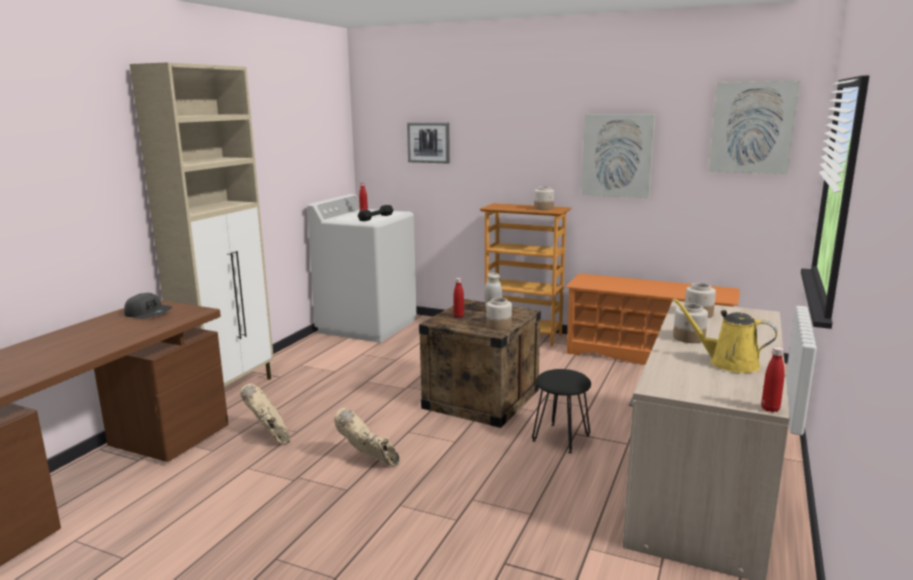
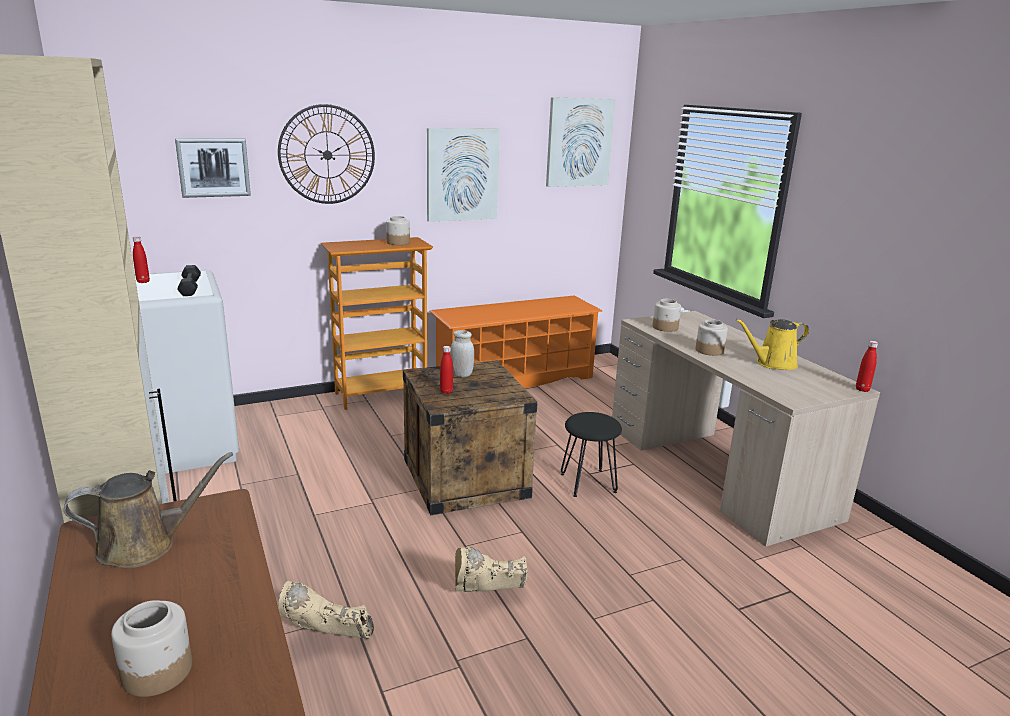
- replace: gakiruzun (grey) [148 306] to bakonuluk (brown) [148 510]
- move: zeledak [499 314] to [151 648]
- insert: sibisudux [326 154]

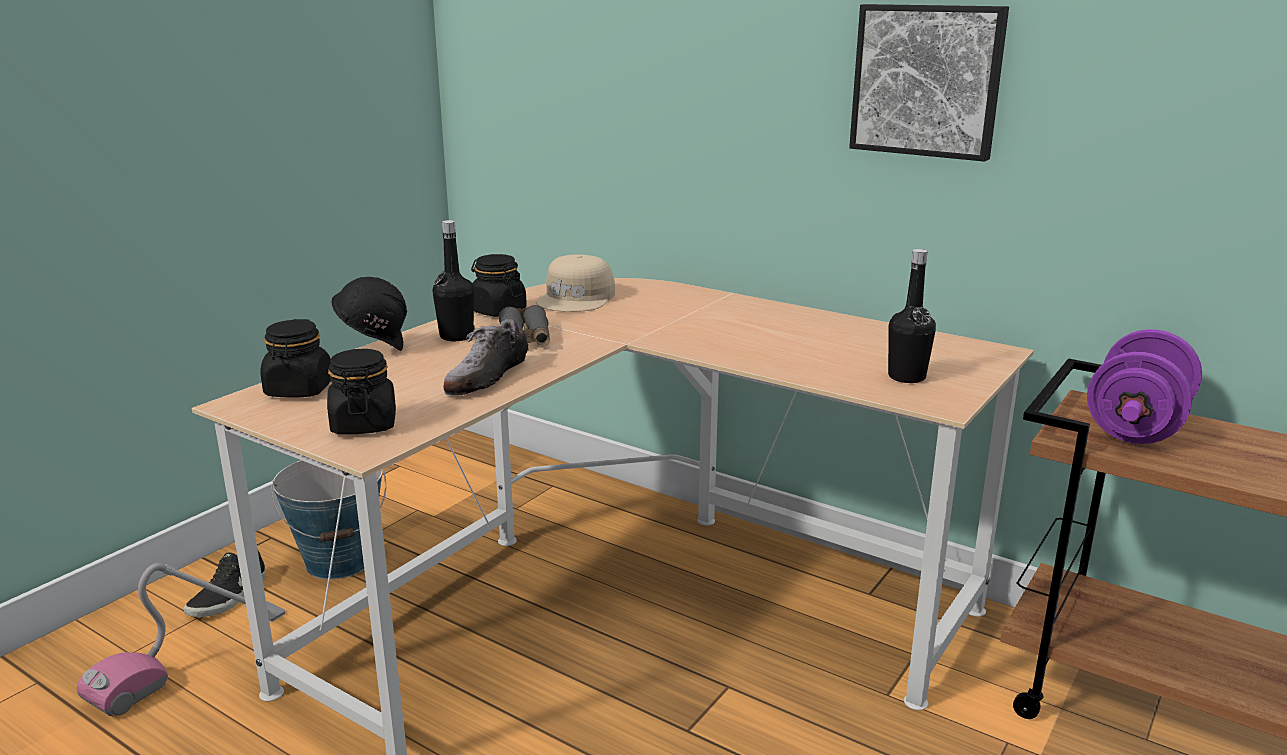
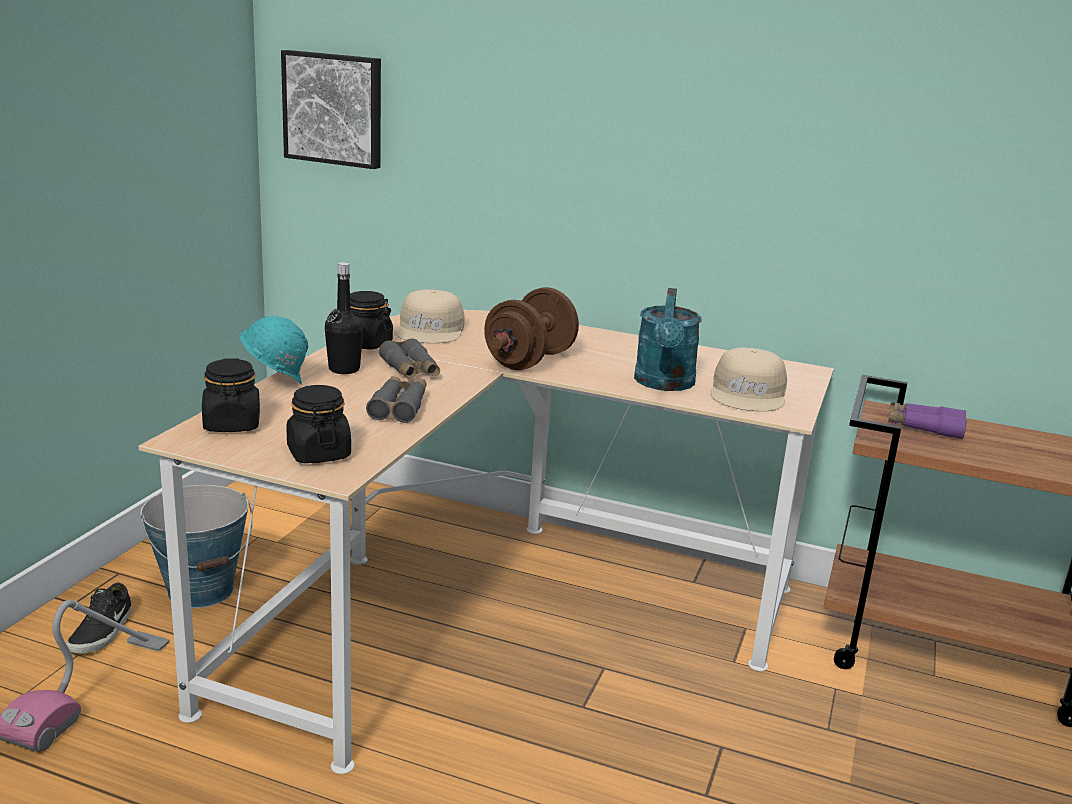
- recolor: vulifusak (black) [369 314] to vulifusak (turquoise) [273 350]
- move: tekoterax [929 83] to [331 109]
- replace: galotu [486 357] to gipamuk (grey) [396 399]
- insert: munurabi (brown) [531 328]
- insert: bakonuluk (turquoise) [668 339]
- replace: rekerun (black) [912 316] to gakiruzun (beige) [749 379]
- replace: munurabi (purple) [1144 386] to gipamuk (purple) [927 420]

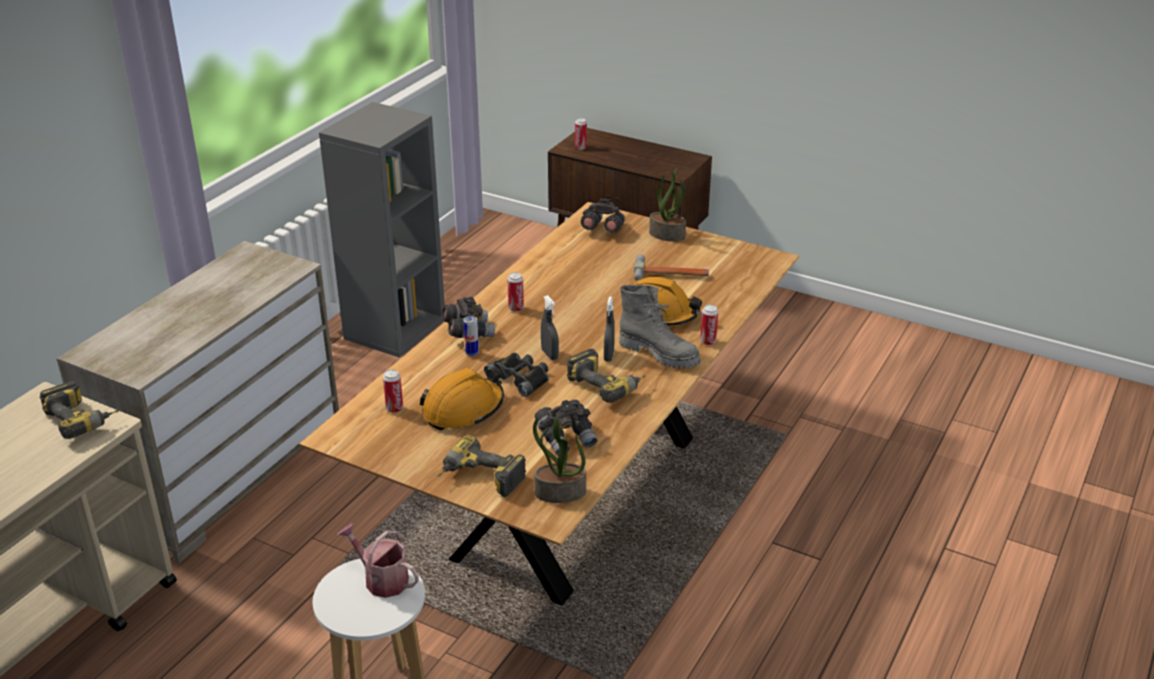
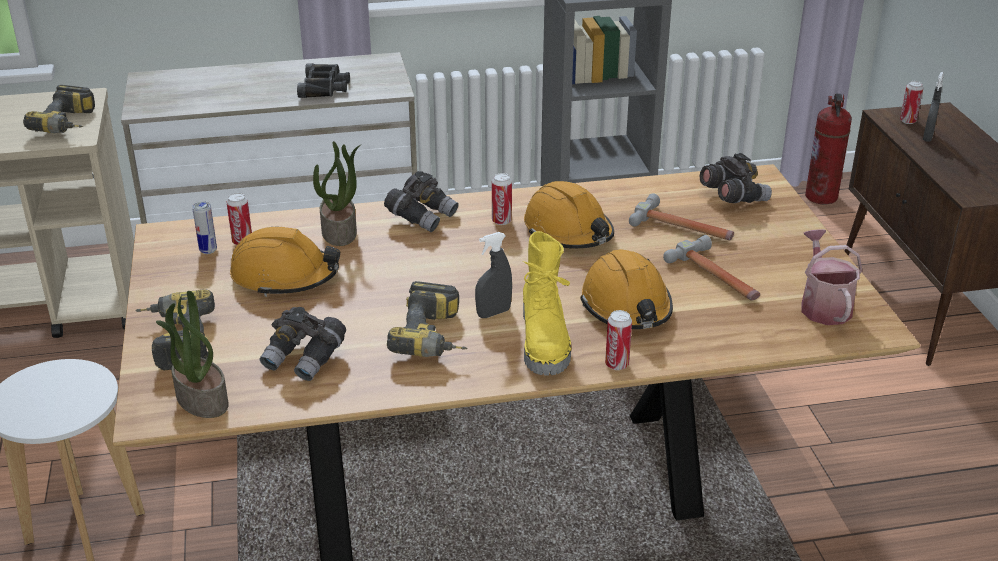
- move: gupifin [471 336] to [204 227]
- move: gipamuk (black) [516 374] to [323 80]
- move: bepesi [667 205] to [337 193]
- recolor: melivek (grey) [659 326] to melivek (yellow) [547 303]
- insert: vulifusak (orange) [569 215]
- insert: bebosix [681 216]
- move: bakonuluk [378 560] to [831 277]
- insert: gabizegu [828 148]
- move: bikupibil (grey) [550 327] to [933 107]

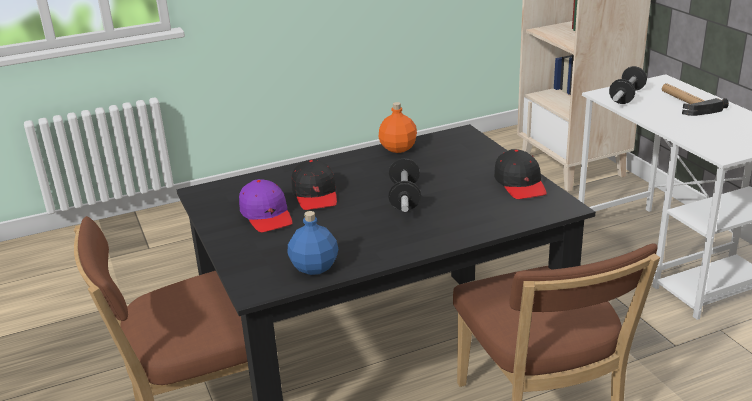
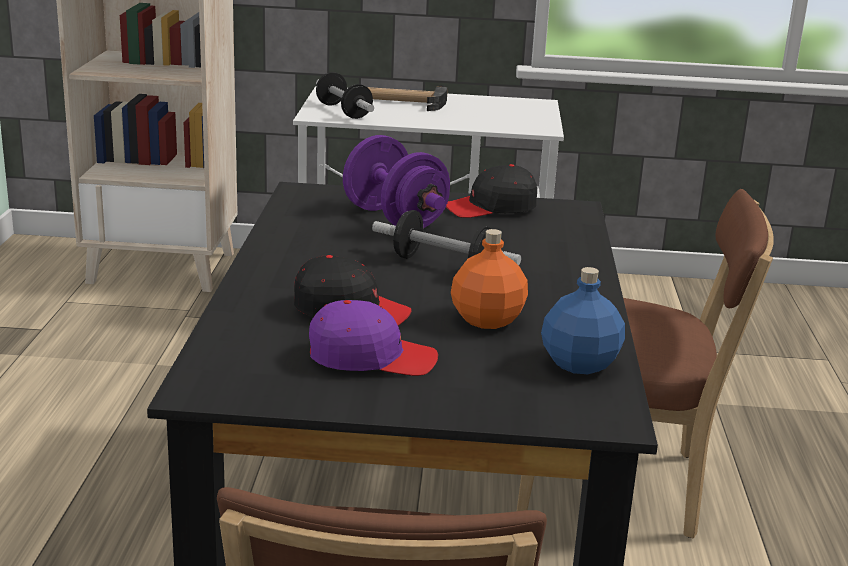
- insert: munurabi (purple) [396 181]
- rotate: gakiruzun (black) [520 174] = [491 191] 150 degrees clockwise
- move: rekerun (orange) [398 127] to [489 279]

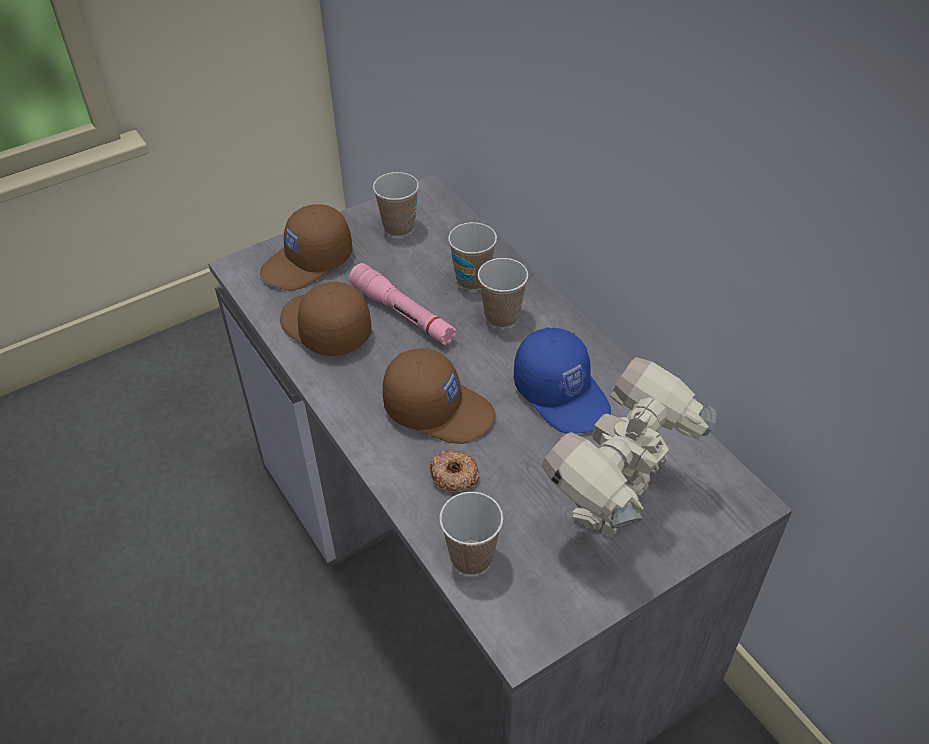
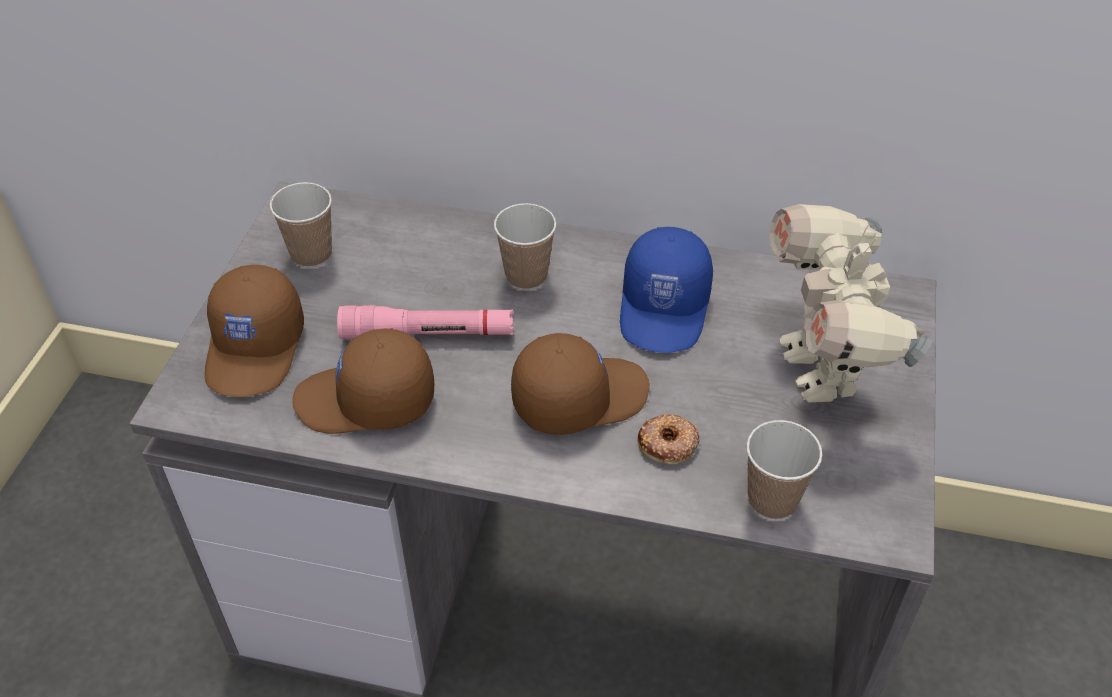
- rotate: gakiruzun (blue) [562 380] = [666 290] 90 degrees clockwise
- delete: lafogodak [472 256]

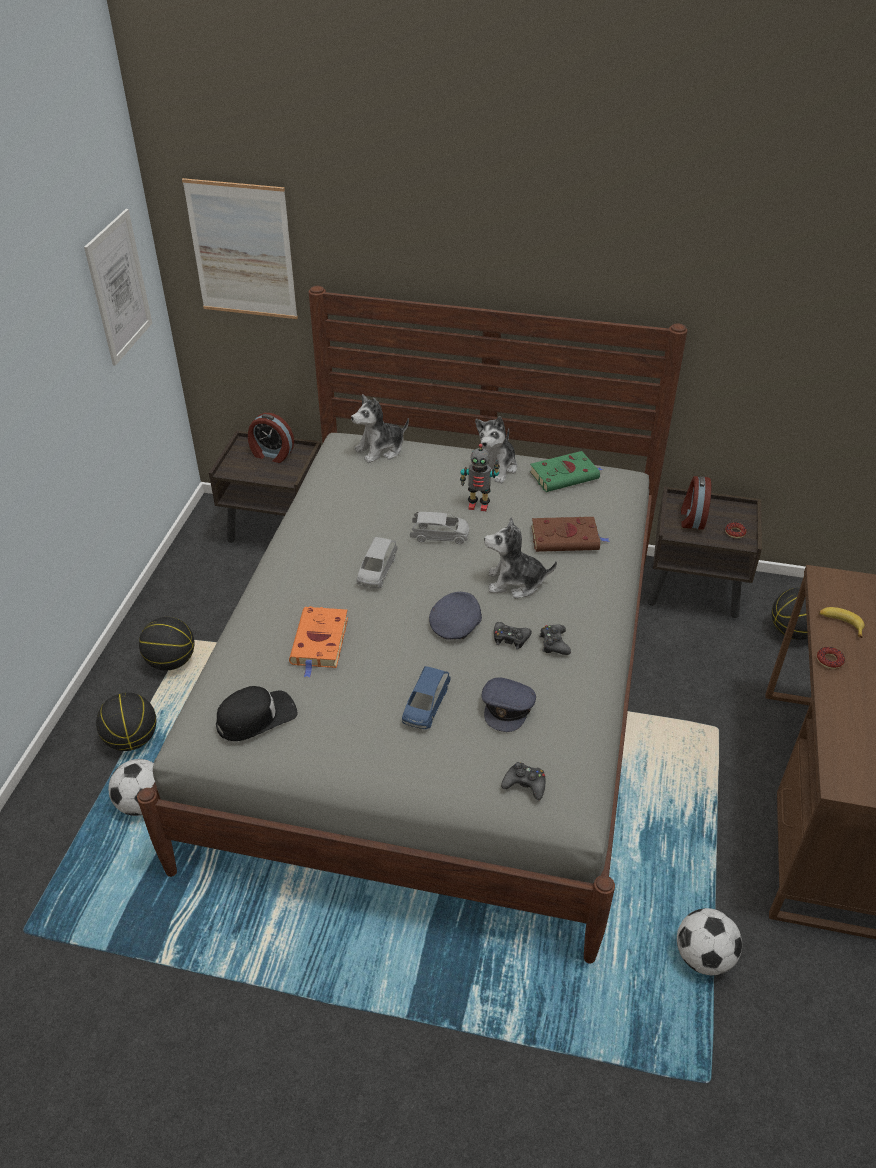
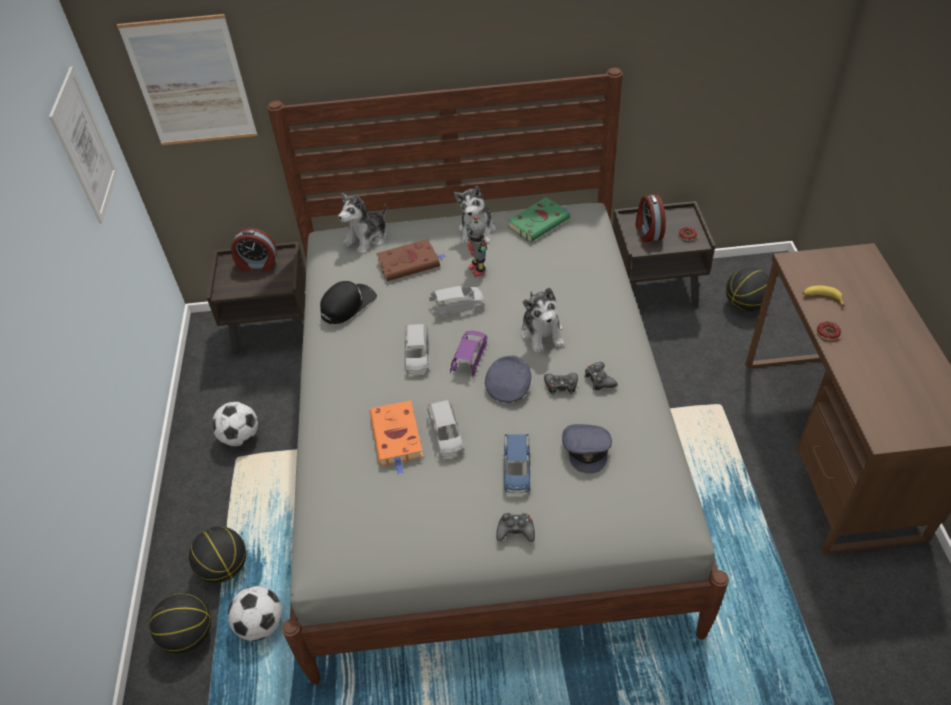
- move: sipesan [166 643] to [180 622]
- move: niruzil [709 941] to [235 424]
- move: gakiruzun (black) [256 713] to [348 302]
- move: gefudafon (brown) [570 534] to [411 260]
- insert: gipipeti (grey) [445 428]
- insert: gipipeti (purple) [468 354]
- rotate: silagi [480 477] = [476 246] 75 degrees clockwise
- move: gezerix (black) [523 781] to [515 527]
- rotate: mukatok [520 557] = [542 320] 90 degrees counterclockwise

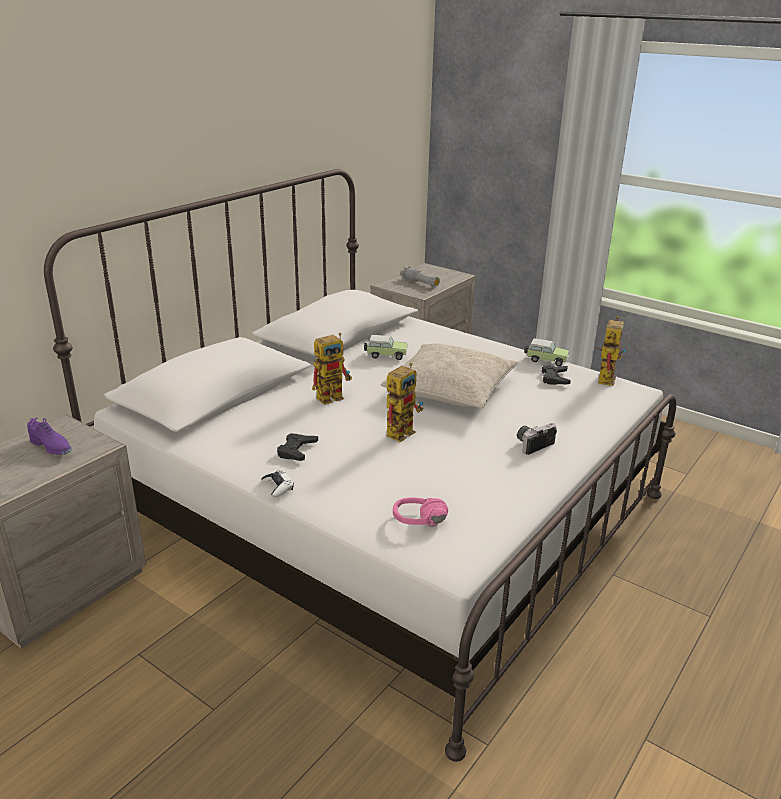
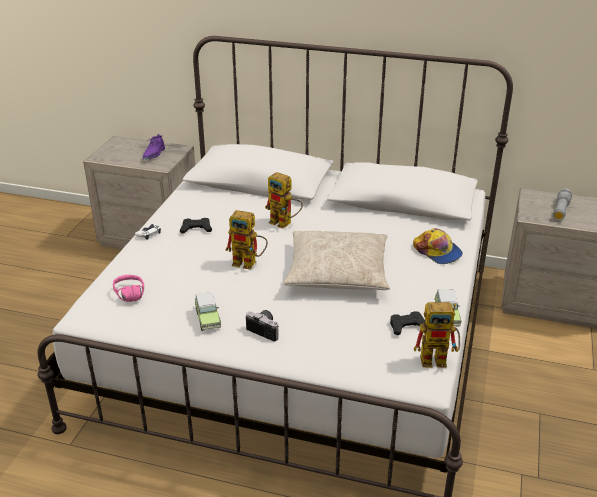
- move: gipipeti [385 347] to [208 311]
- insert: gakiruzun [438 246]

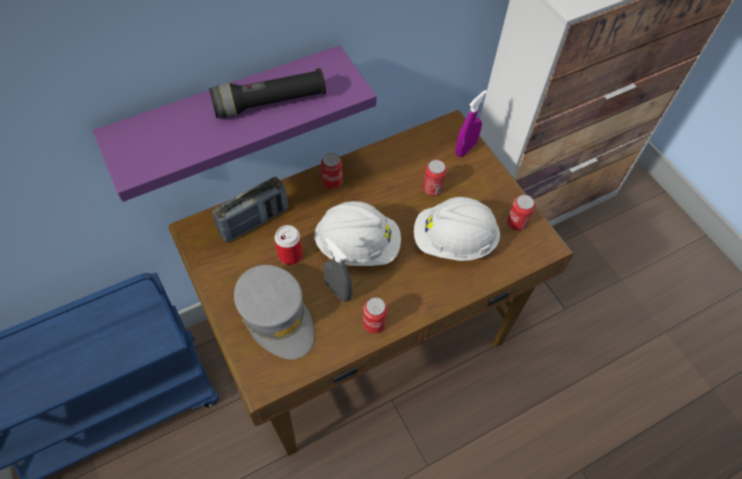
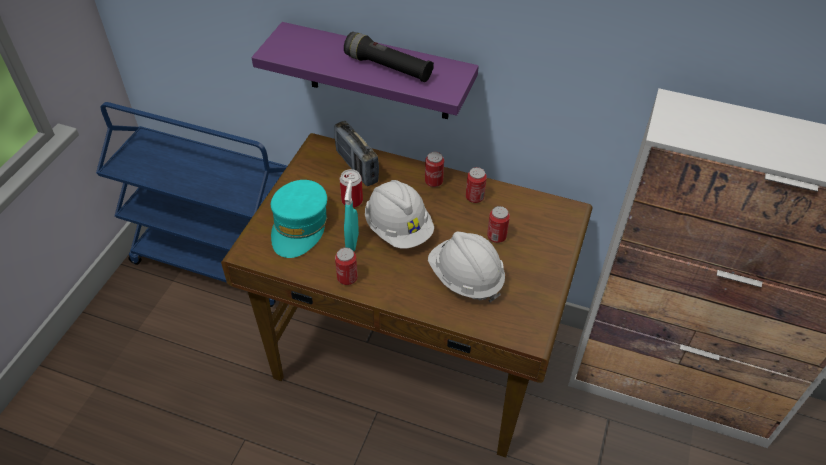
- recolor: gakiruzun (grey) [274 312] to gakiruzun (turquoise) [299 219]
- rotate: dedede [250 210] = [356 153] 45 degrees clockwise
- recolor: bikupibil (grey) [338 270] to bikupibil (turquoise) [351 216]
- move: gupifin [521 213] to [476 185]
- delete: bikupibil (purple) [471 123]

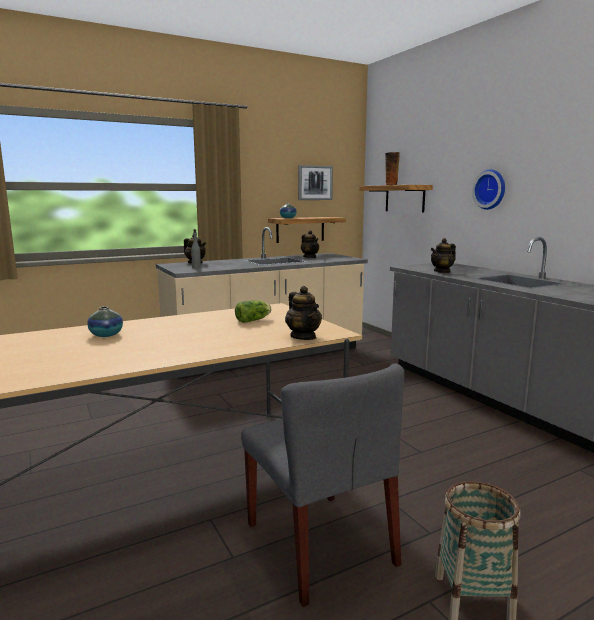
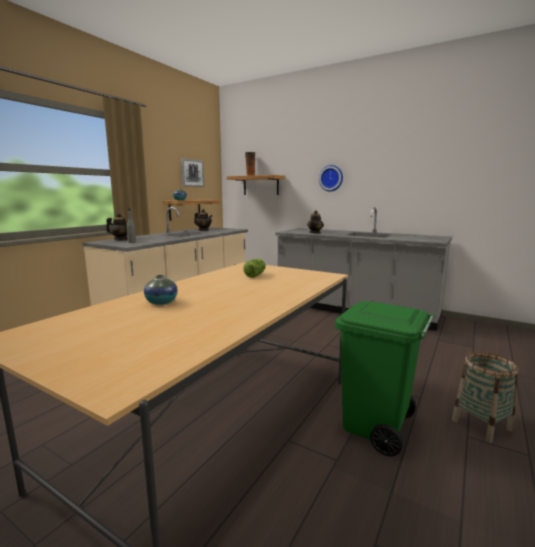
- replace: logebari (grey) [322 485] to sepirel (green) [384 378]
- delete: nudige [303 313]

